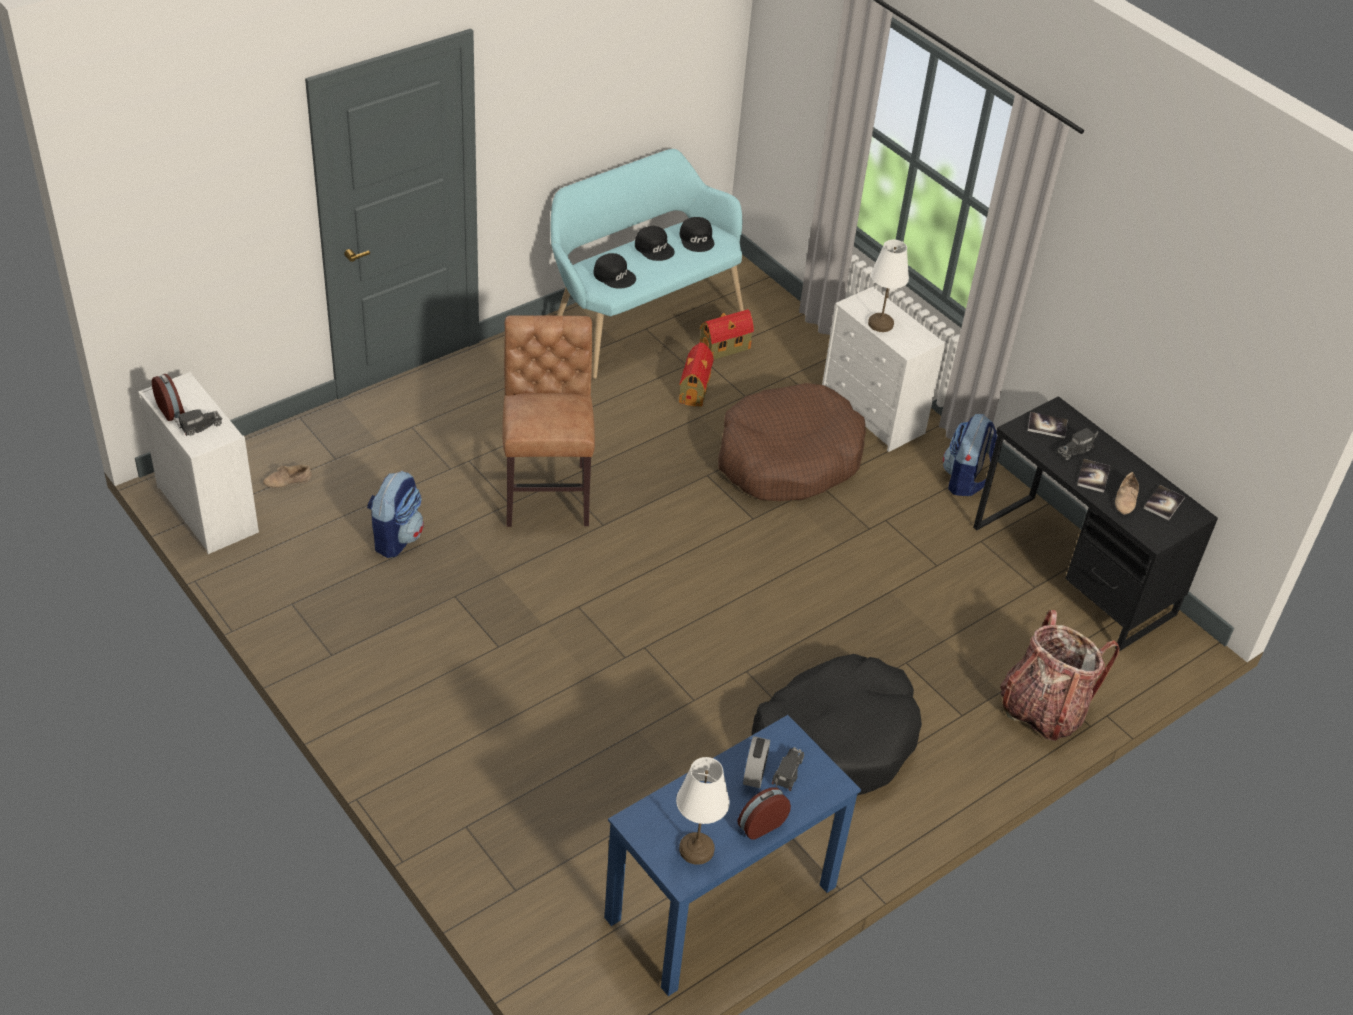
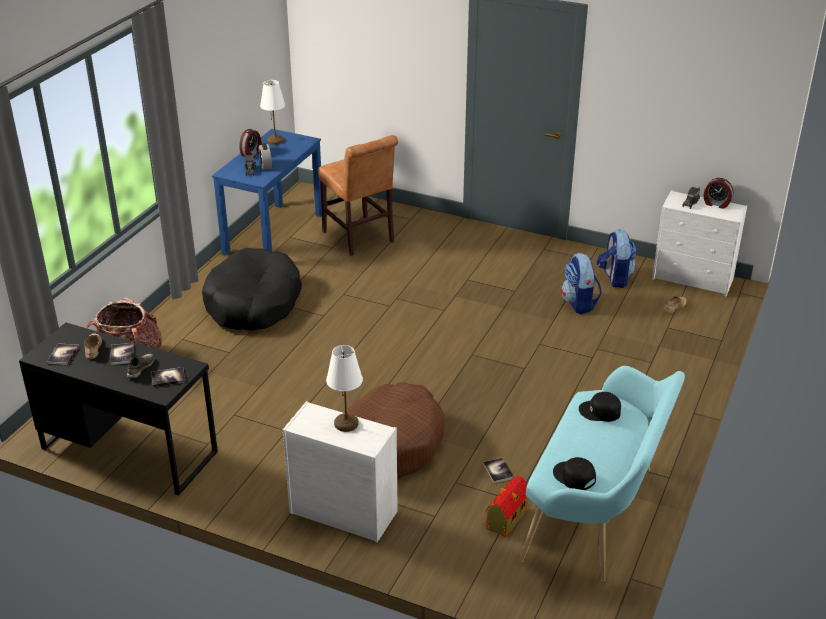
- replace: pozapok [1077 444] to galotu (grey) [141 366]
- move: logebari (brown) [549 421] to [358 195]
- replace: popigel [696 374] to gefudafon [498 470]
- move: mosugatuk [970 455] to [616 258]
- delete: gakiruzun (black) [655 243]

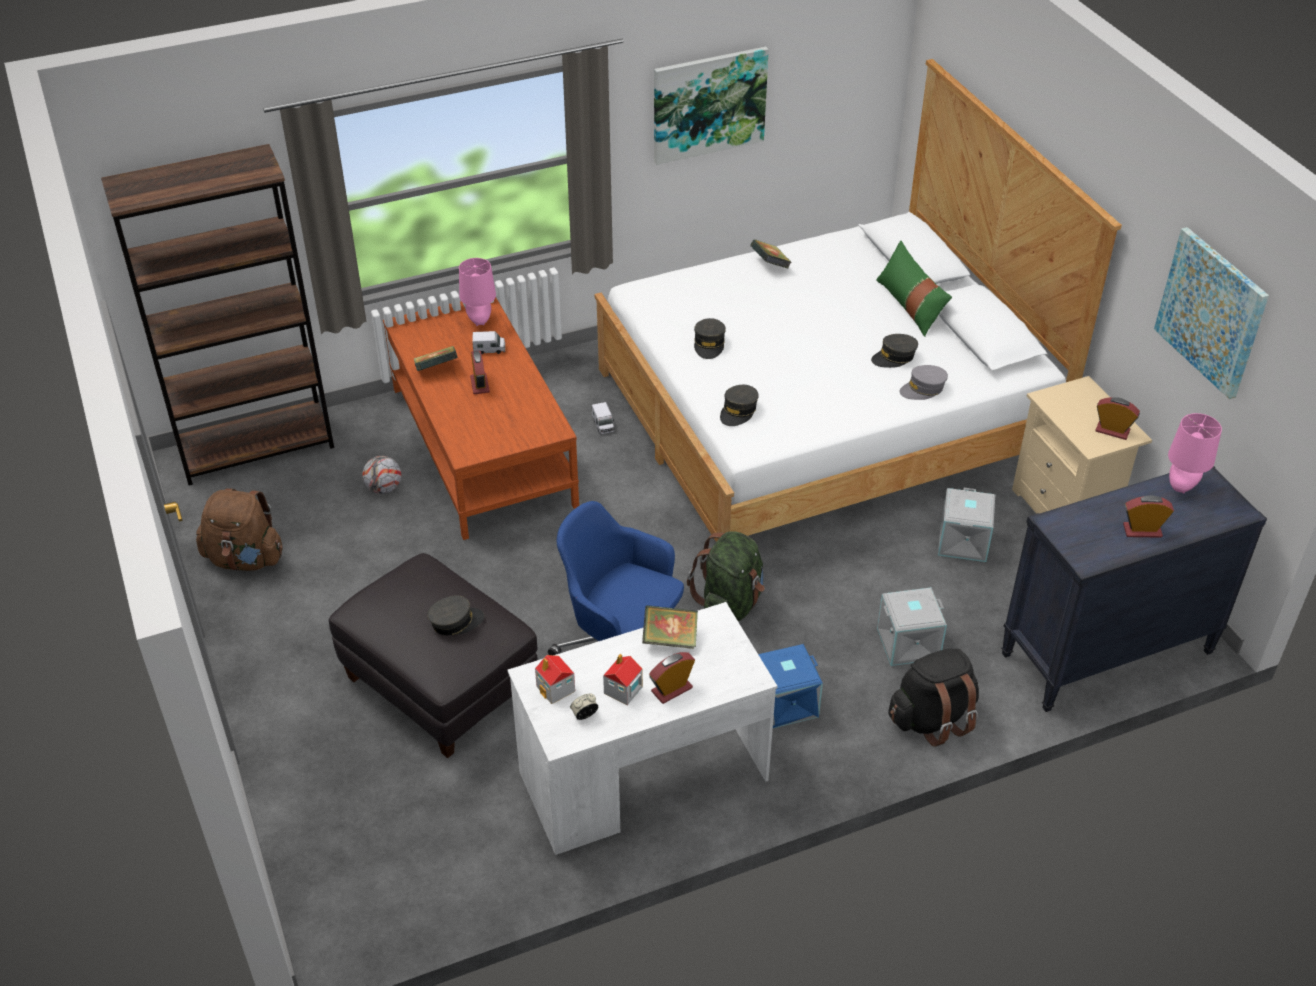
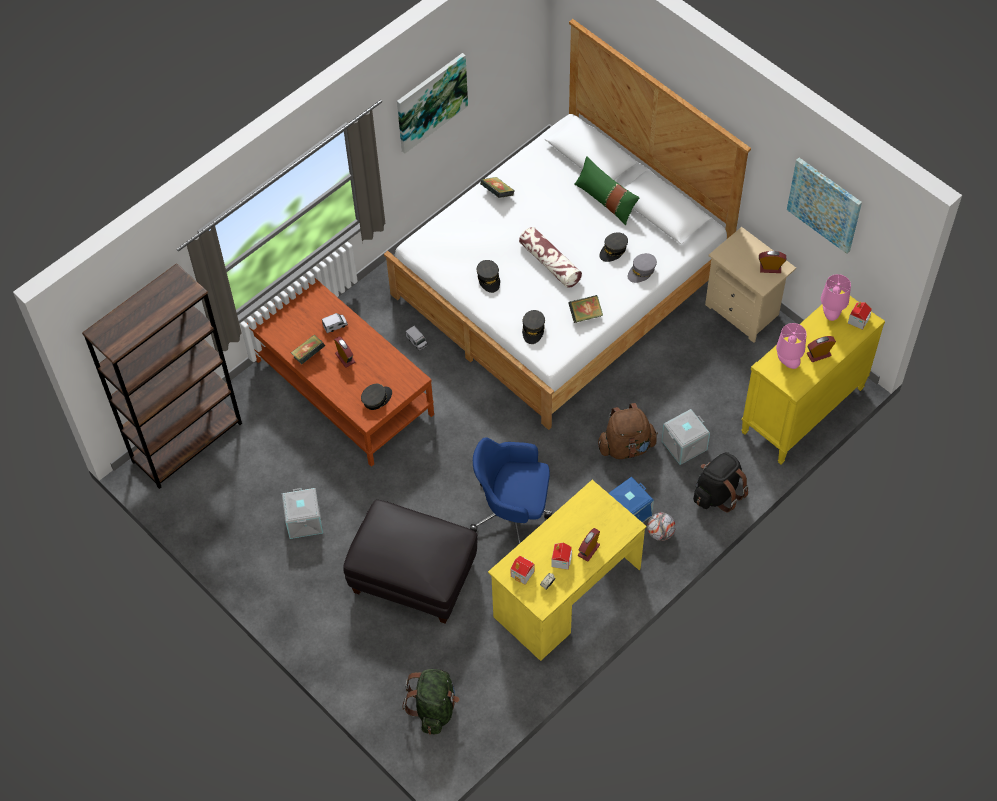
- move: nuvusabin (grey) [966 525] to [302 513]
- move: gakiruzun (grey) [456 615] to [376 397]
- move: mosugatuk (green) [726 576] to [430 701]
- recolor: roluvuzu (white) [642 728] to roluvuzu (yellow) [567 570]
- insert: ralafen [550 257]
- move: gefudafon [670 627] to [585 309]
- move: mosugatuk (brown) [239 529] to [628 431]
- move: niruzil [381 475] to [661 526]
- recolor: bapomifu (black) [1134 589] to bapomifu (yellow) [813 377]
- move: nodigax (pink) [477 292] to [791 346]
- insert: popigel [860 316]

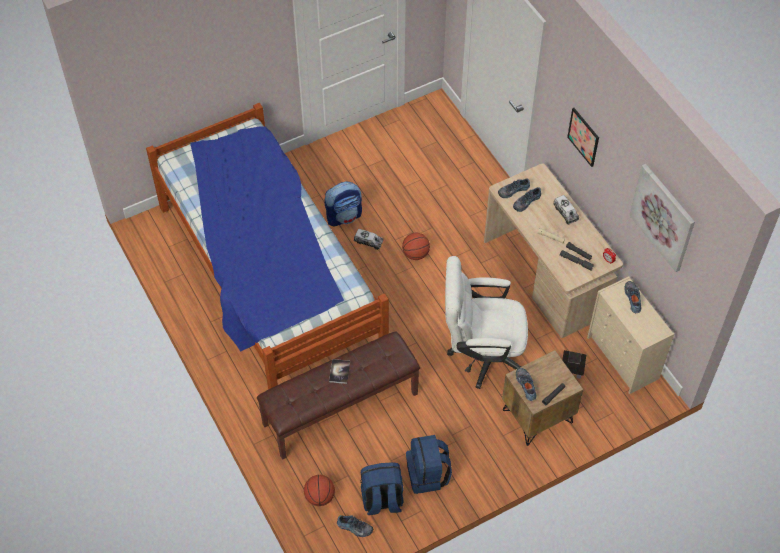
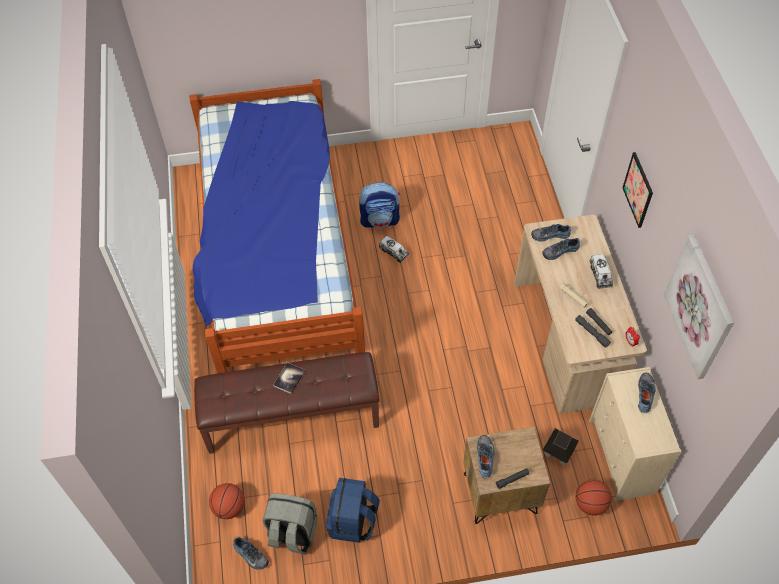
- recolor: mosugatuk (blue) [382 488] to mosugatuk (grey) [290 524]
- move: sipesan [416 246] to [594 497]
- delete: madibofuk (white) [486 322]

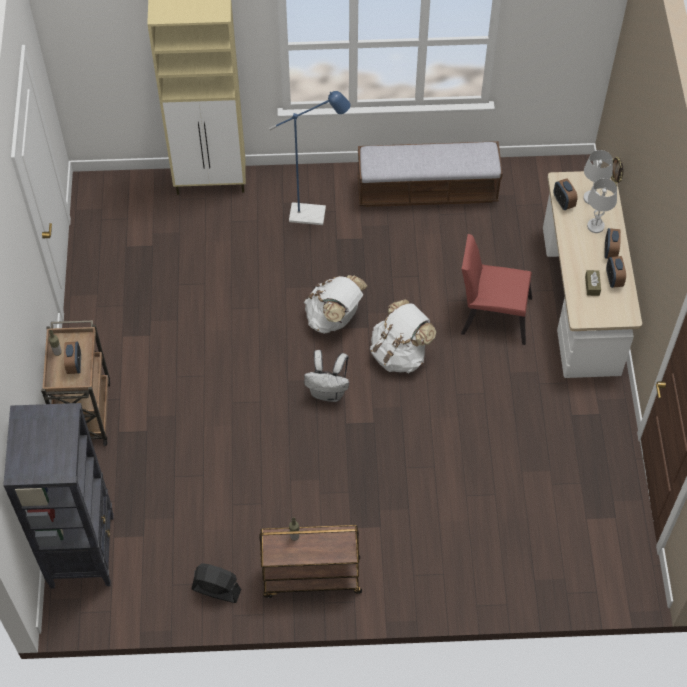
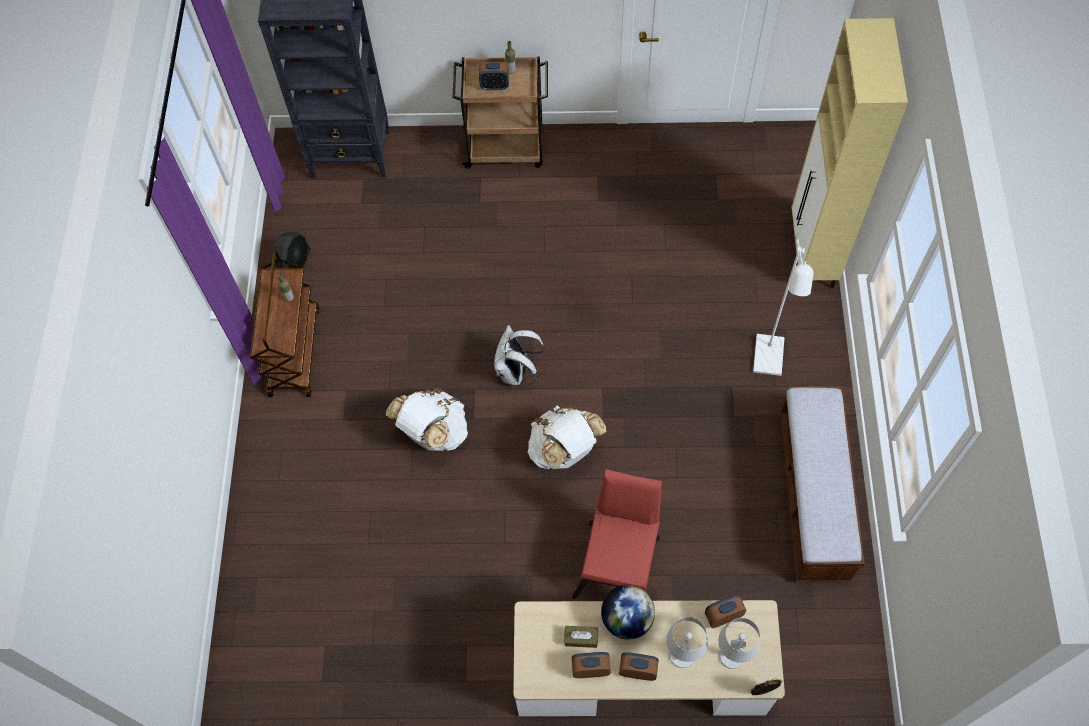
- move: mosugatuk (white) [336 304] to [427 419]
- insert: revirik [628 612]
- recolor: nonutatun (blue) [310 158] to nonutatun (white) [783 306]

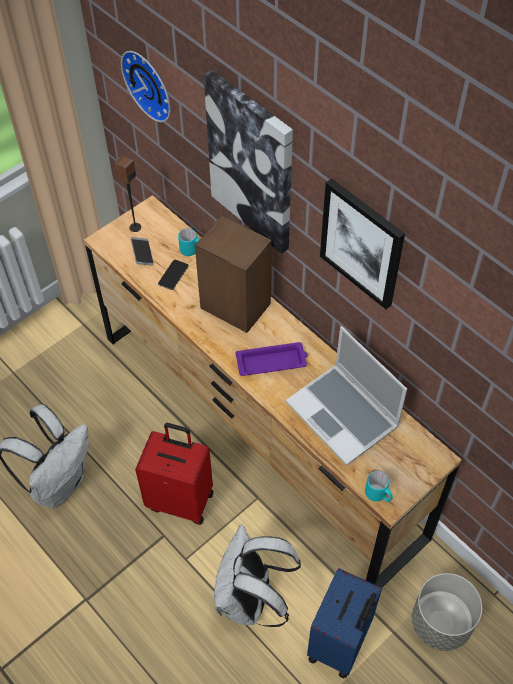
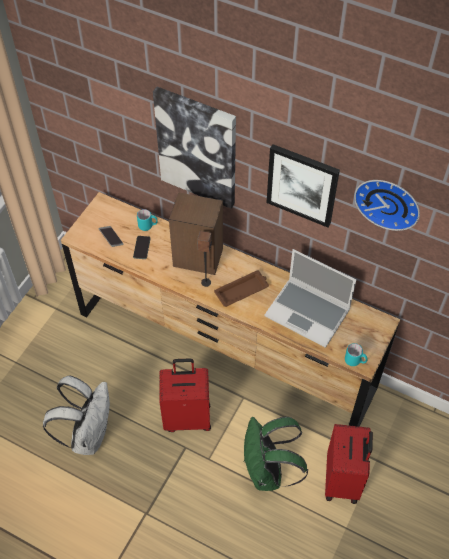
- move: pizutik [128 193] to [204 259]
- recolor: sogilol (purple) [272 359] to sogilol (brown) [241 289]
- recolor: mosugatuk (white) [257 575] to mosugatuk (green) [275 454]
- recolor: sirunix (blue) [344 623] to sirunix (red) [349 464]
- move: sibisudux [146 86] to [387 205]
- delete: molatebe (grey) [447 612]

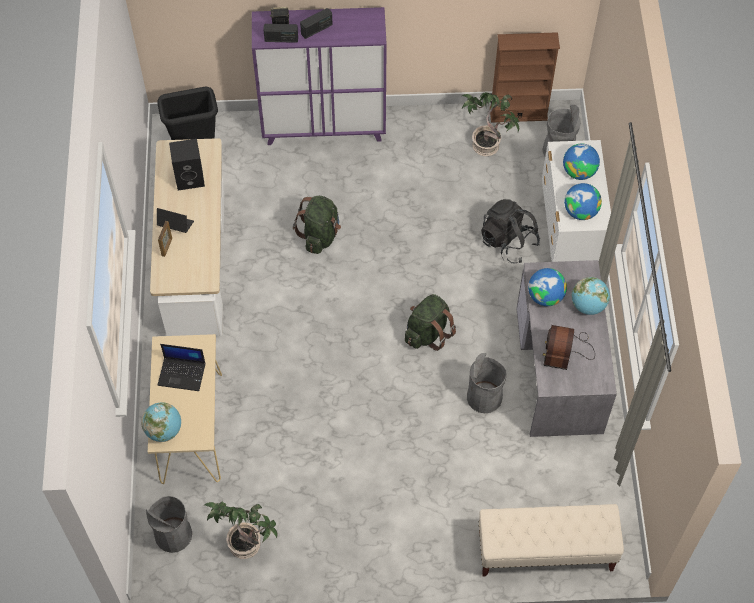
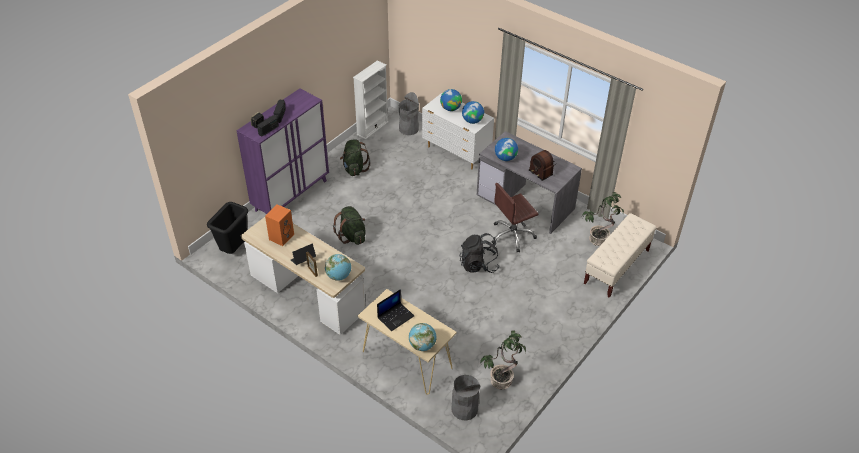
- recolor: pizutik (black) [187 165] to pizutik (orange) [279 225]
- move: revirik [591 296] to [338 267]
- move: mosugatuk (green) [430 322] to [355 157]
- recolor: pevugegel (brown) [525 77] to pevugegel (white) [371 99]
- move: mosugatuk (black) [510 231] to [480 253]
- replace: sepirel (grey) [486 383] to madibofuk (brown) [515 217]
- move: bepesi [489 124] to [603 219]

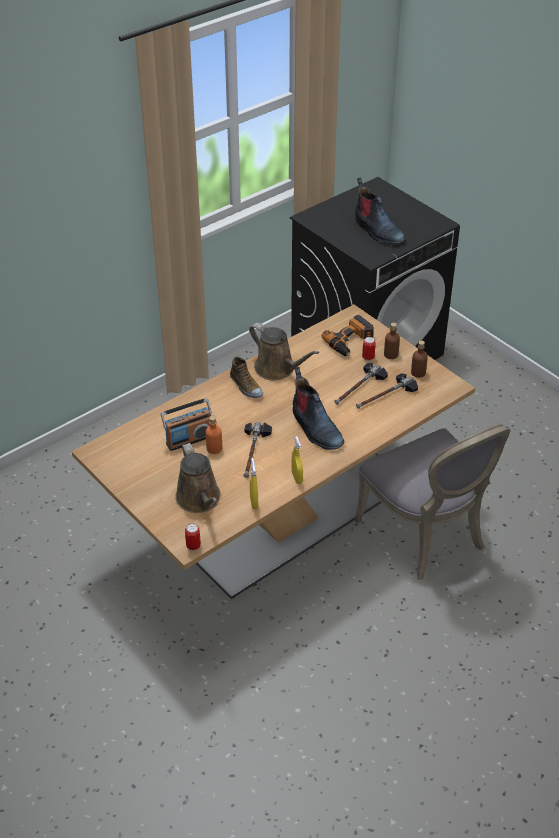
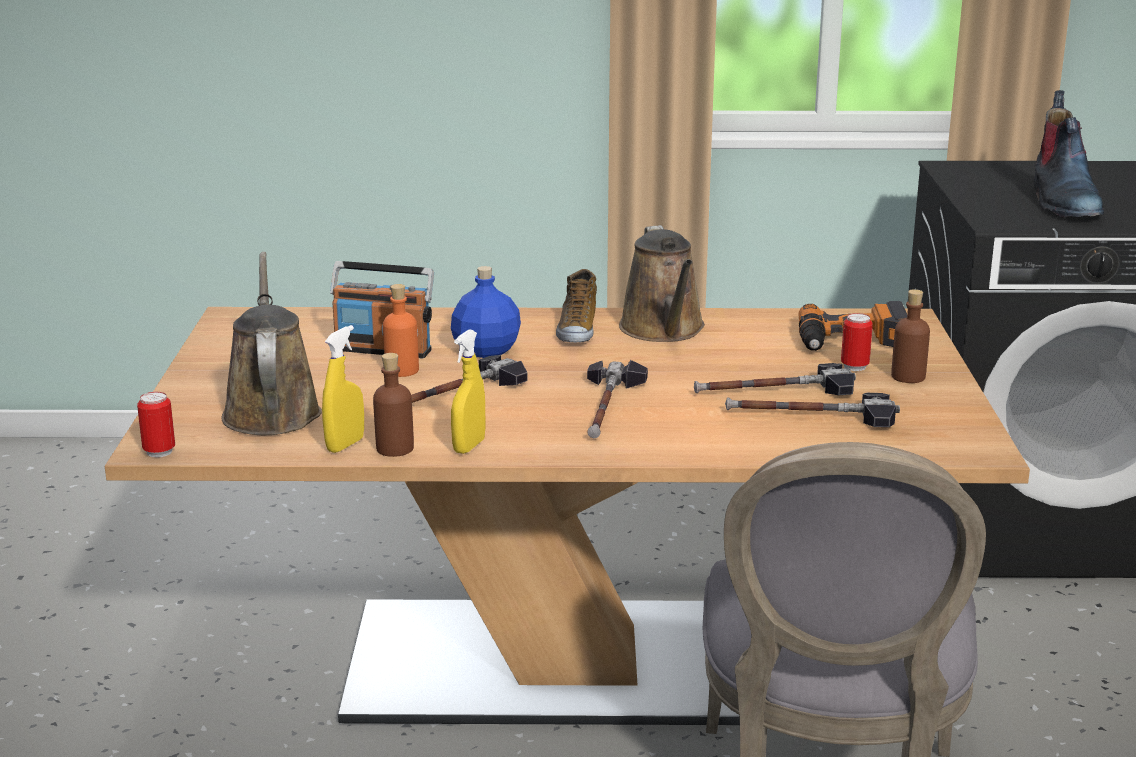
- rotate: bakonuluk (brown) [198 478] = [272 343] 150 degrees clockwise
- move: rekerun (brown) [419 359] to [393 405]
- insert: rekerun (blue) [486 312]
- replace: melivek [318 408] to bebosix [617 399]

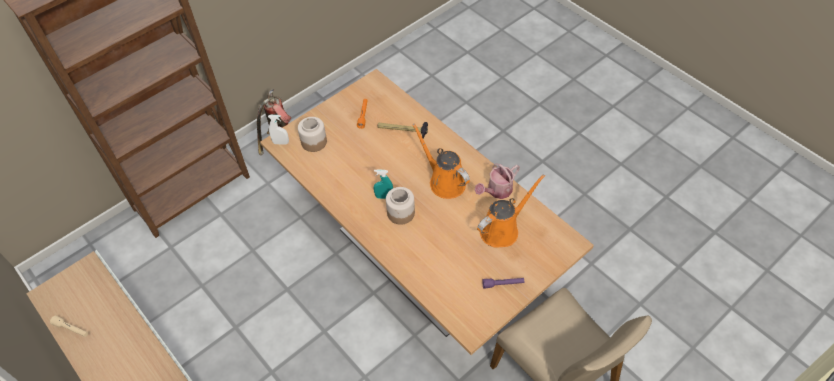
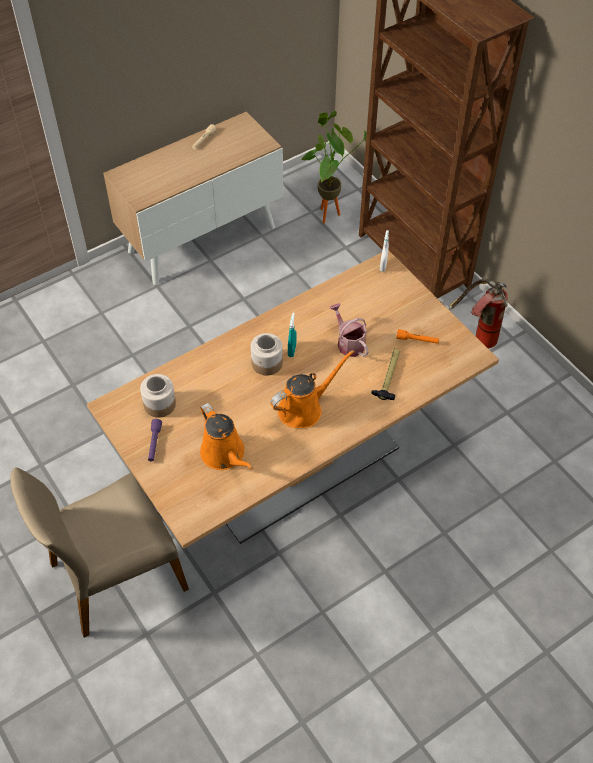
- move: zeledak [312 134] to [158 396]
- insert: bepesi [338 167]
- move: bakonuluk [497 181] to [349 330]

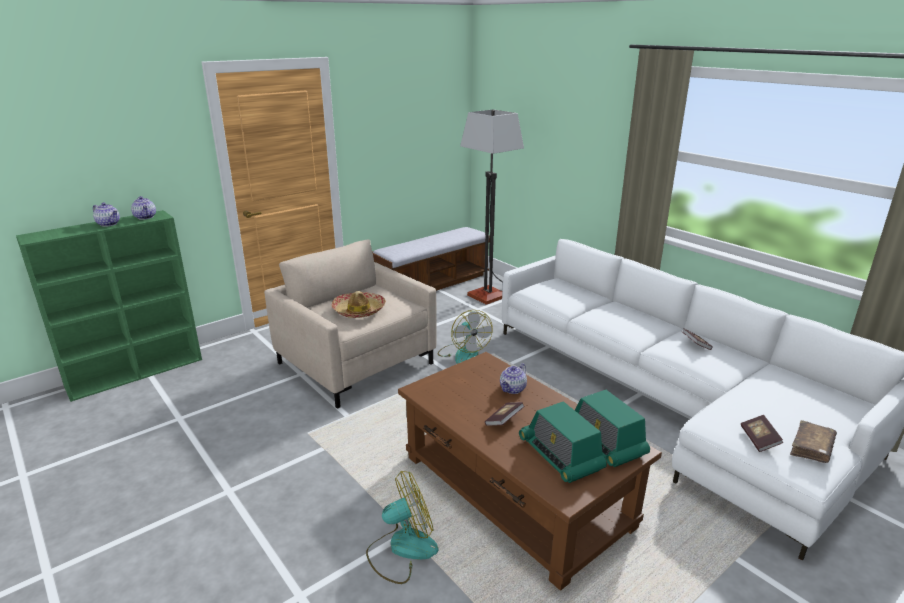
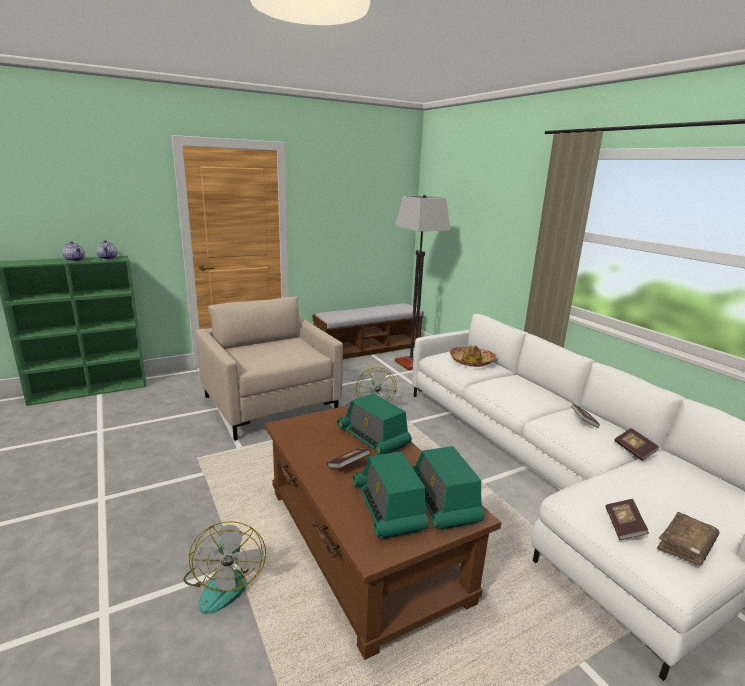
- rotate: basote [402 527] = [224 567] 90 degrees clockwise
- replace: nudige [513 378] to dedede [374 424]
- move: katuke [358 304] to [473 356]
- insert: gefudafon [637 444]

